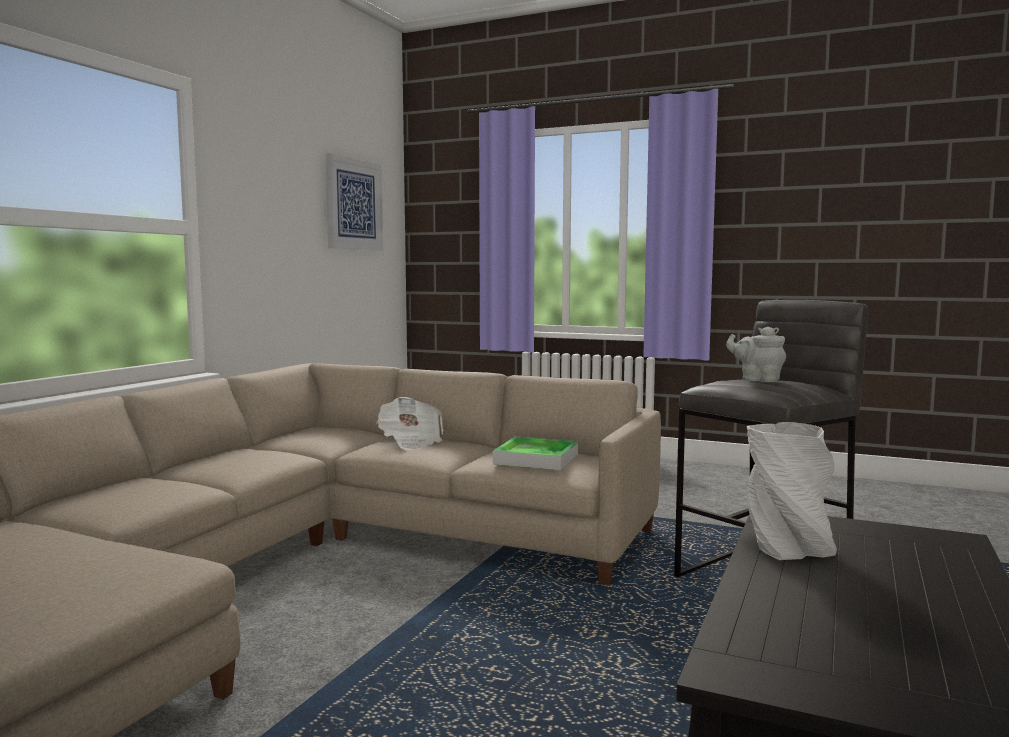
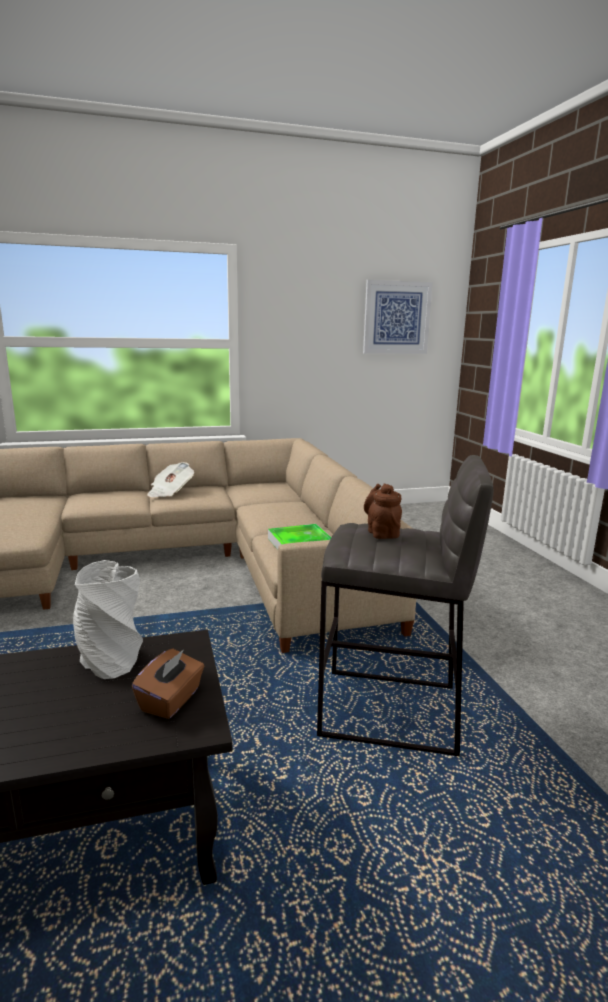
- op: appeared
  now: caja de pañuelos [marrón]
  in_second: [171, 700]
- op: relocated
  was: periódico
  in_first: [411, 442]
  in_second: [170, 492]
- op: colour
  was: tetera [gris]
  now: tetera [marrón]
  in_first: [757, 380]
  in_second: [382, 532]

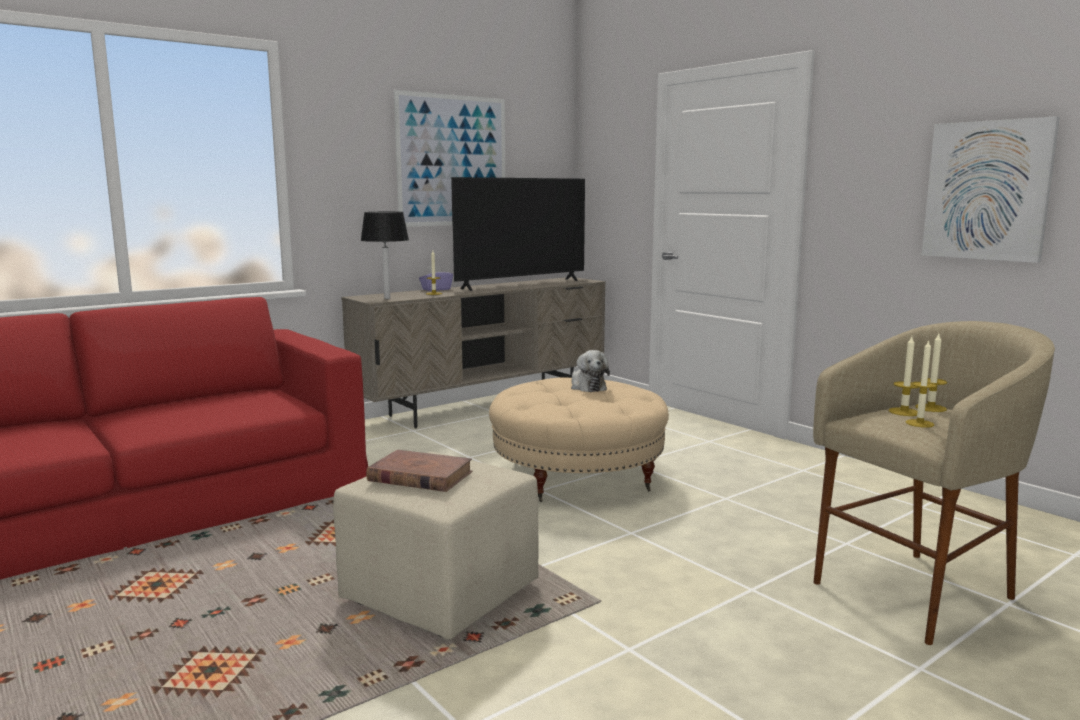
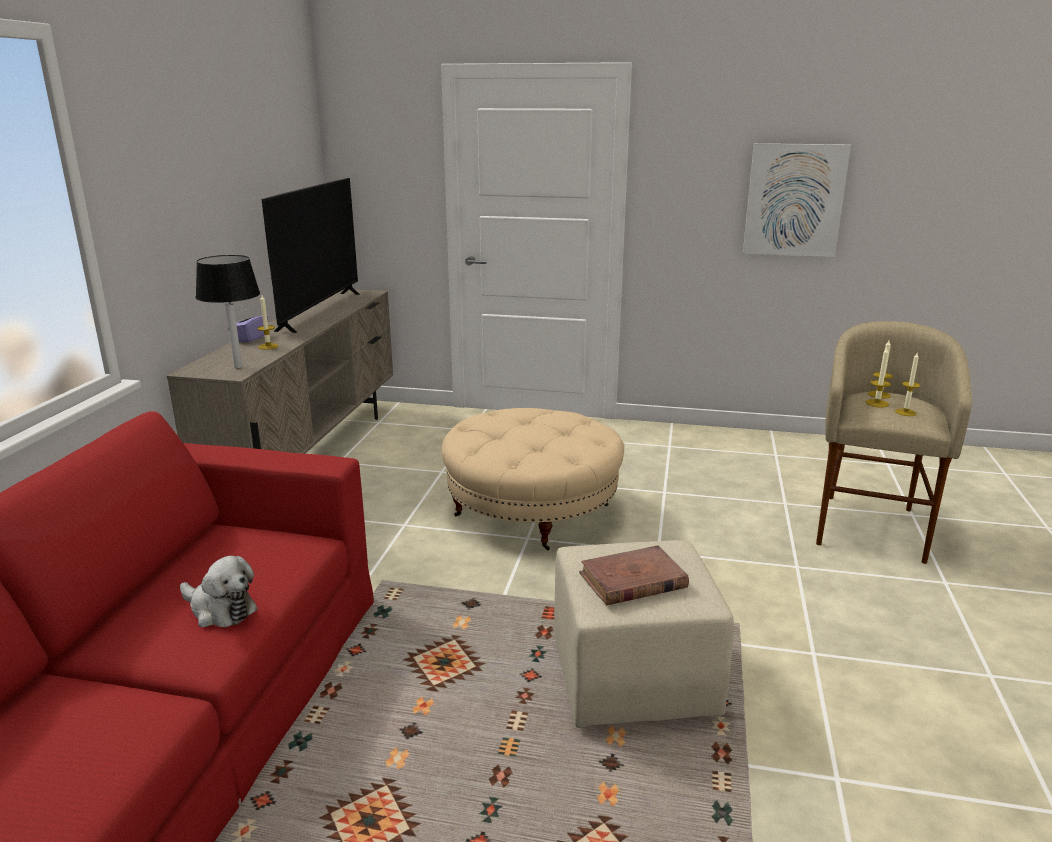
- op: relocated
  was: peluche
  in_first: [587, 387]
  in_second: [220, 609]
- op: missing
  was: cuadro
  in_first: [452, 161]

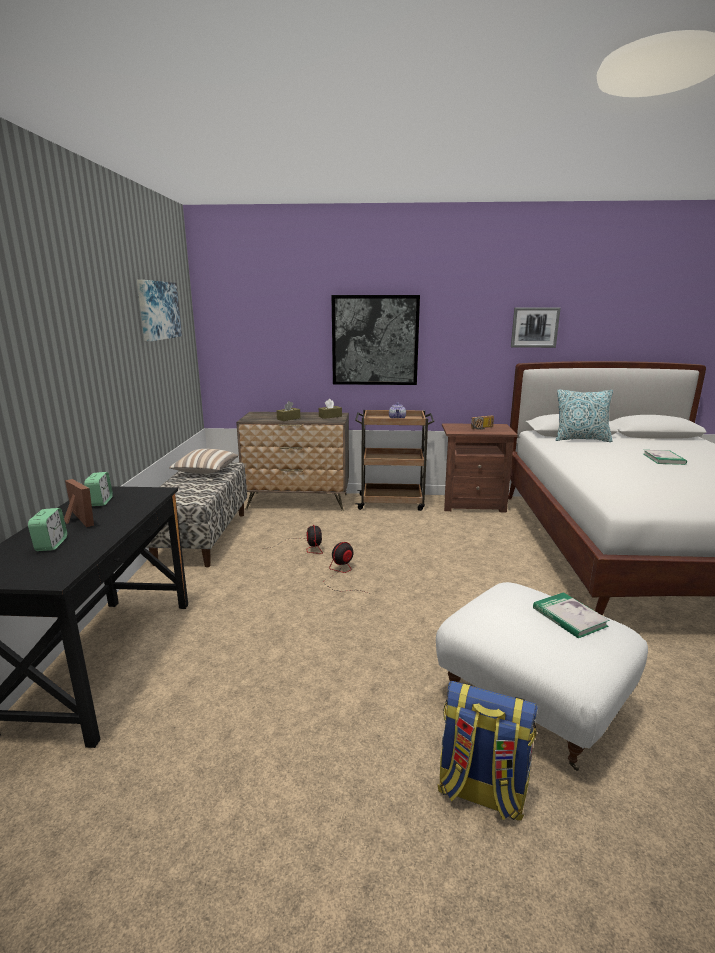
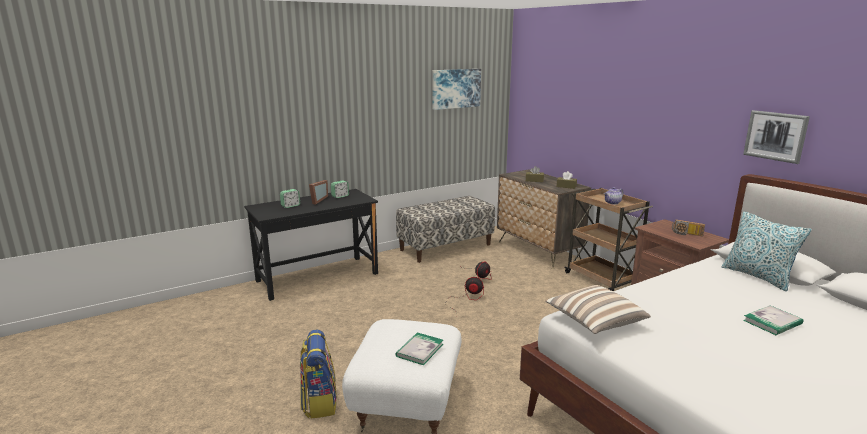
- op: relocated
  was: cojín
  in_first: [205, 471]
  in_second: [594, 322]
- op: missing
  was: cuadro
  in_first: [375, 340]

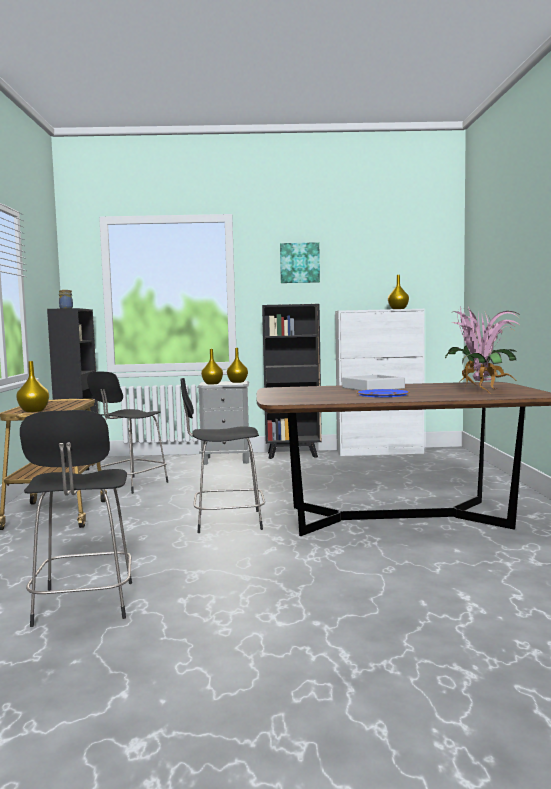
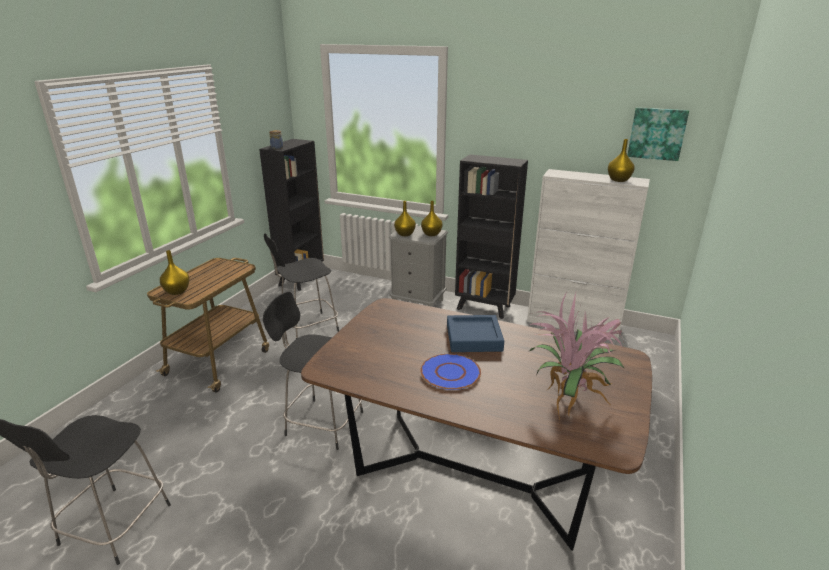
- op: colour
  was: bandeja [gris]
  now: bandeja [azul]
  in_first: [373, 388]
  in_second: [474, 338]
- op: relocated
  was: cuadro
  in_first: [299, 263]
  in_second: [657, 133]

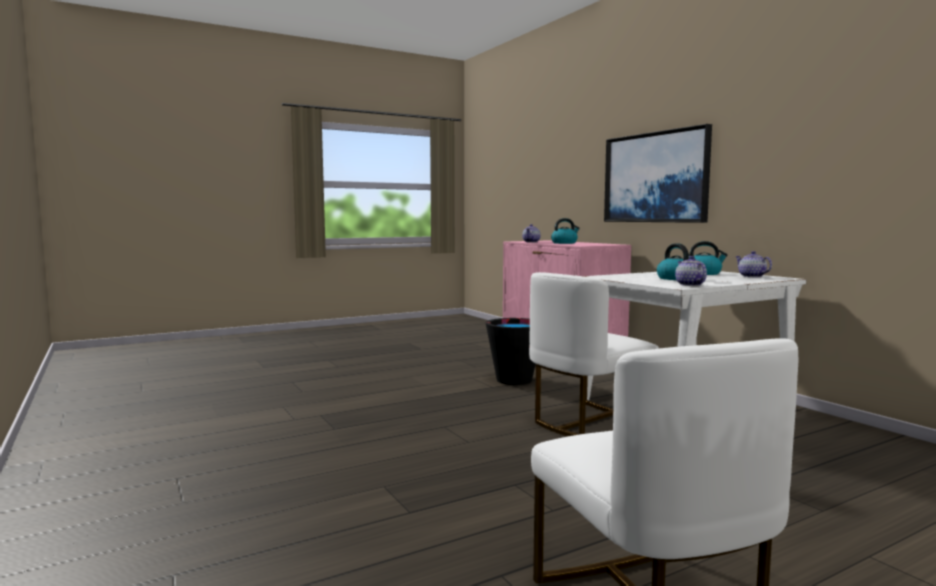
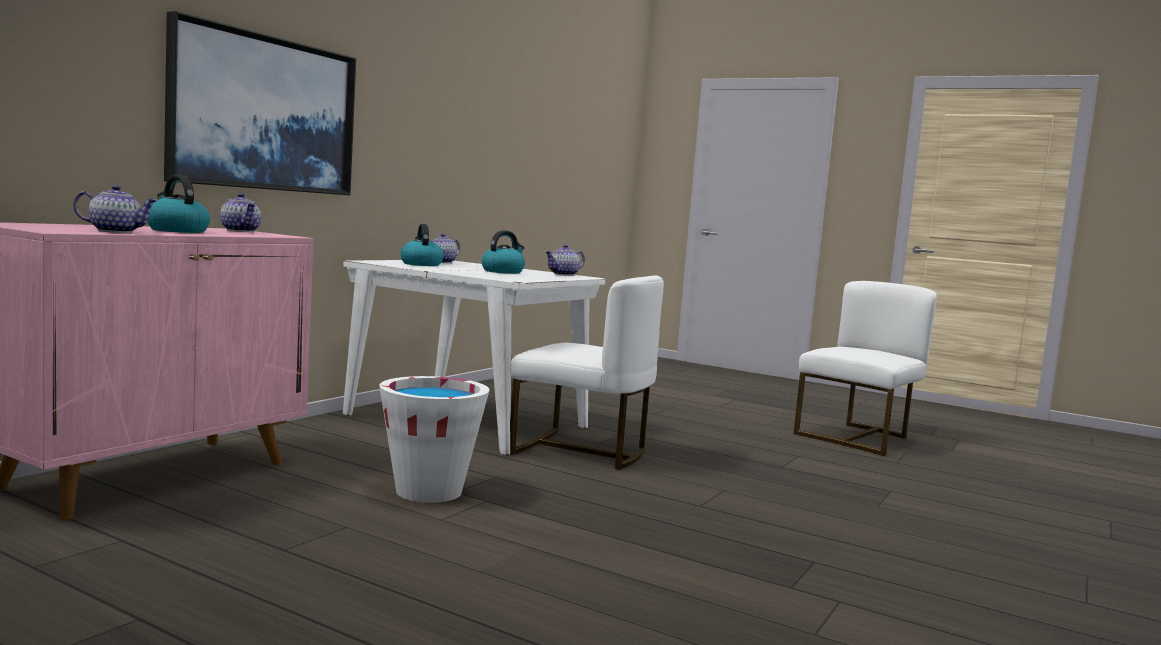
- op: appeared
  now: tetera
  in_second: [241, 231]
- op: colour
  was: cubo [negro]
  now: cubo [blanco]
  in_first: [514, 380]
  in_second: [429, 491]

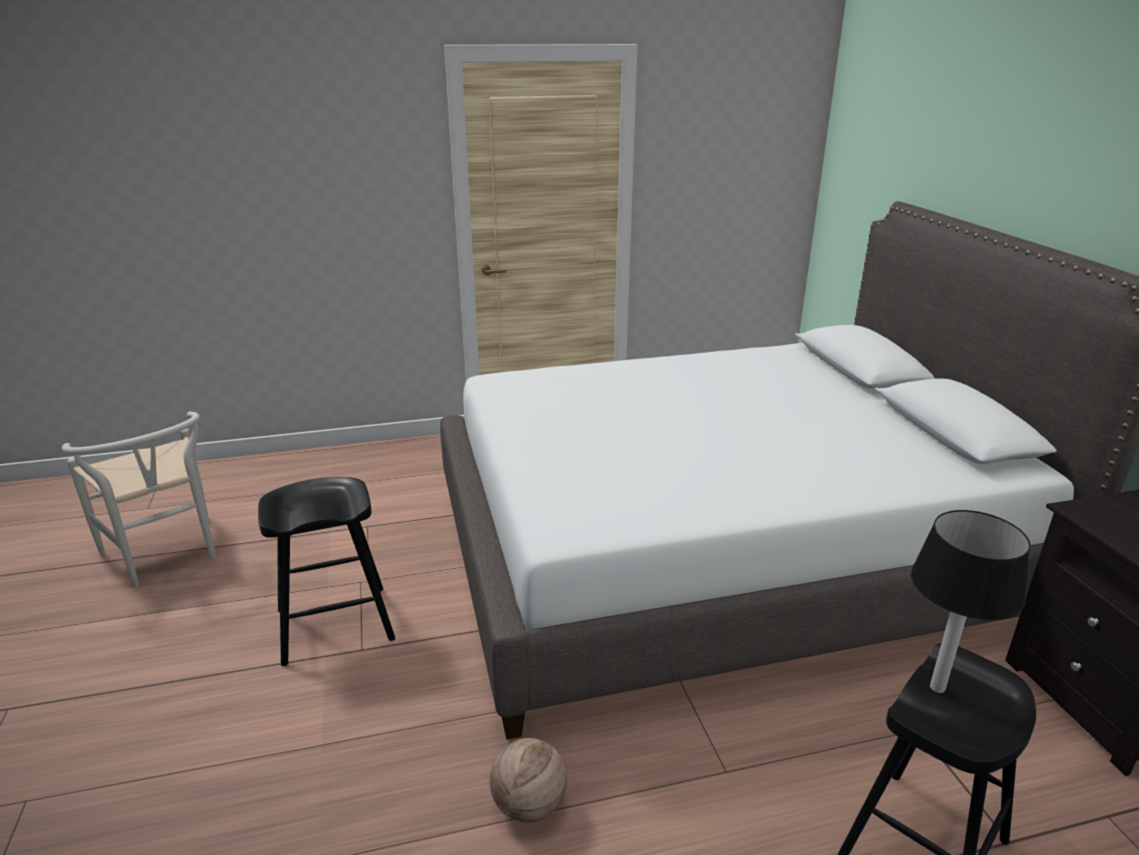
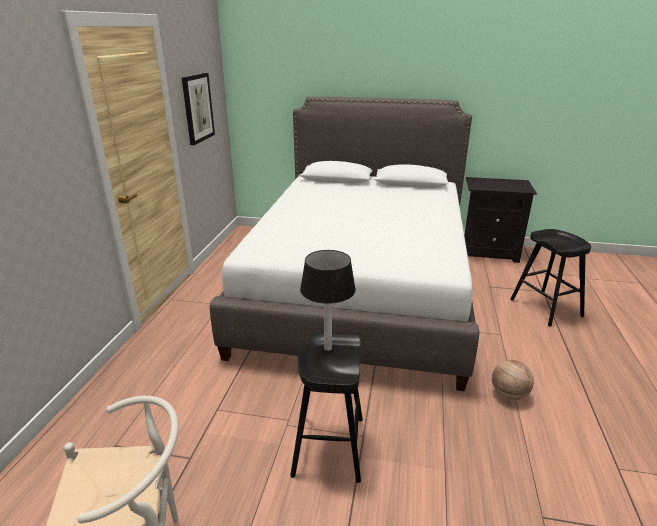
- op: appeared
  now: cuadro
  in_second: [197, 108]
- op: relocated
  was: lámpara de mesa
  in_first: [937, 686]
  in_second: [327, 347]

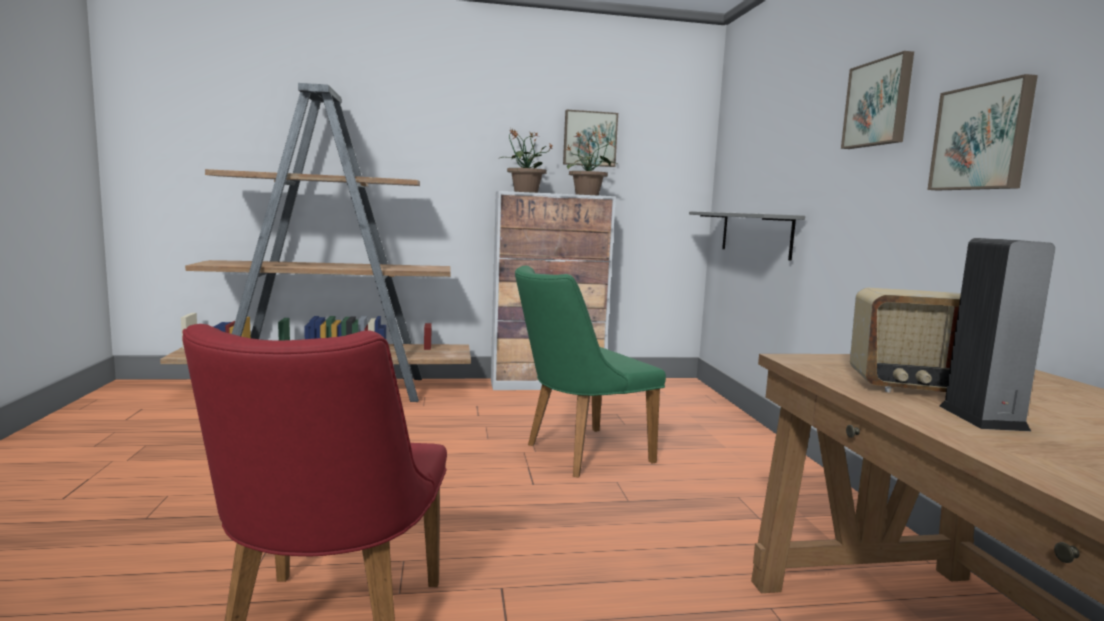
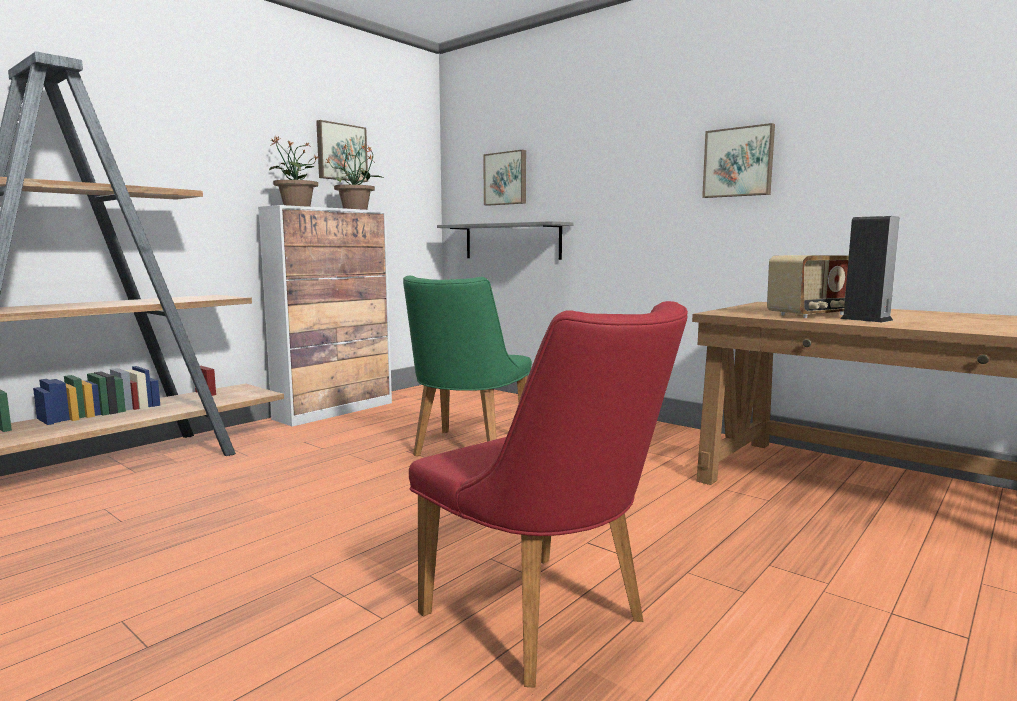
- op: relocated
  was: cuadro
  in_first: [879, 104]
  in_second: [506, 178]

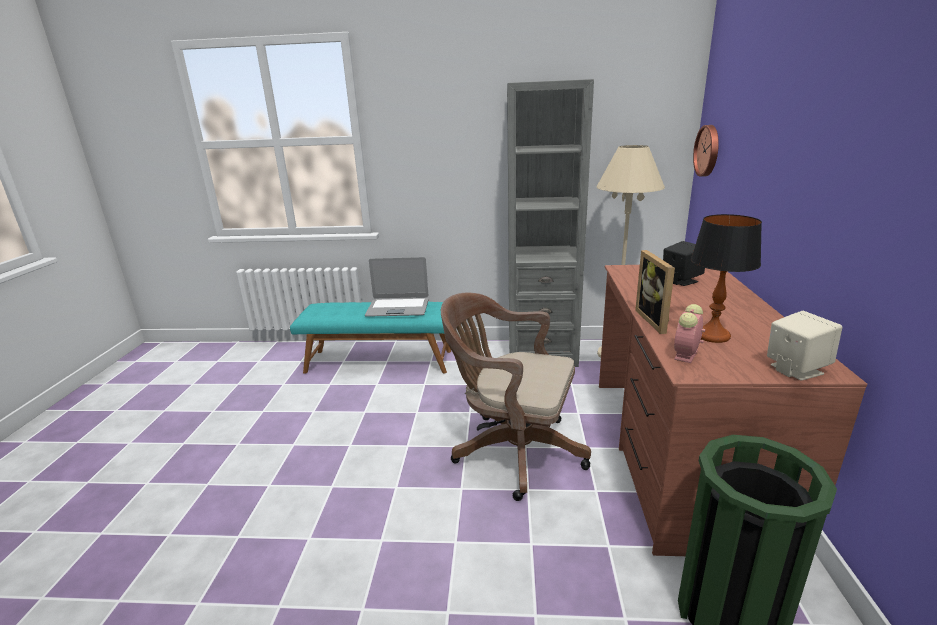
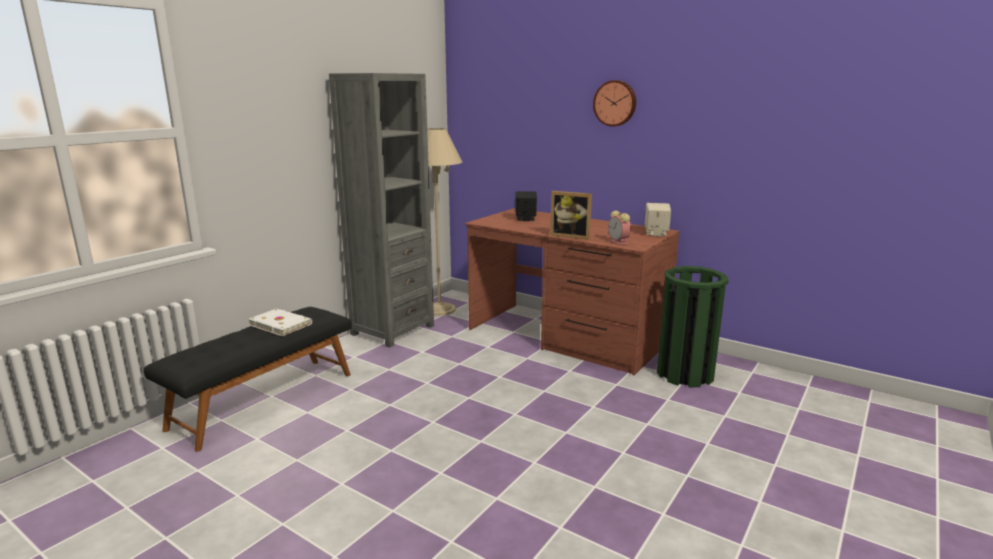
- op: colour
  was: banco [turquesa]
  now: banco [negro]
  in_first: [379, 361]
  in_second: [264, 400]
- op: exchanged
  was: portátil
  now: libro [blanco]
  in_first: [398, 308]
  in_second: [281, 324]
- op: relocated
  was: reloj de pared
  in_first: [708, 150]
  in_second: [615, 103]
- op: missing
  was: silla de oficina [marrón]
  in_first: [512, 450]
- op: missing
  was: lámpara de mesa
  in_first: [713, 335]

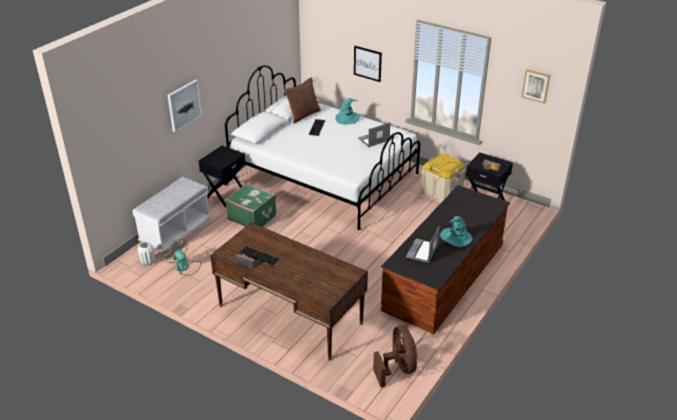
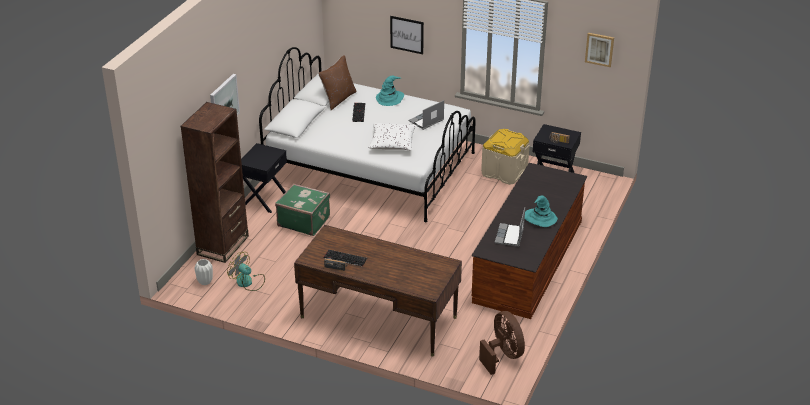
- op: exchanged
  was: banco [blanco]
  now: estantería [marrón]
  in_first: [175, 231]
  in_second: [223, 245]
- op: appeared
  now: cojín [blanco]
  in_second: [392, 143]

